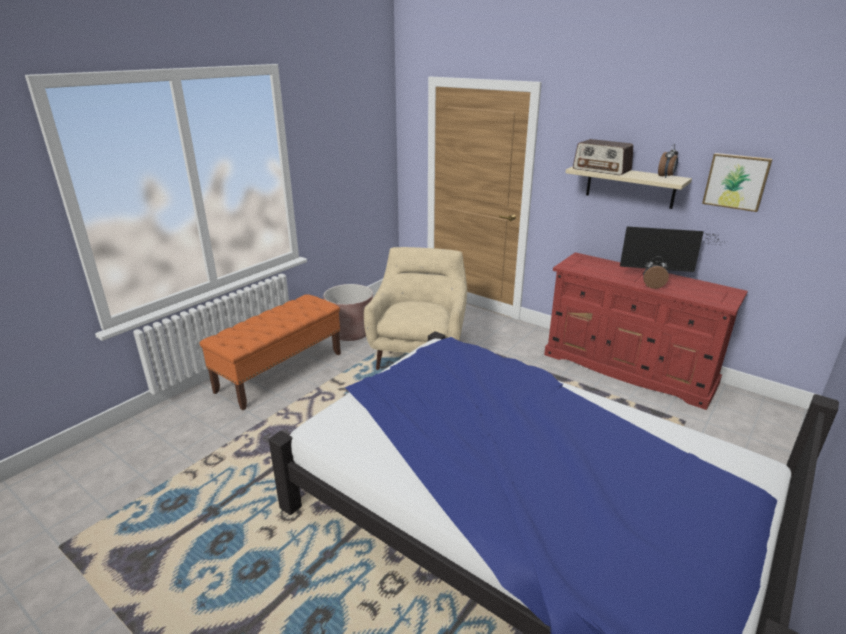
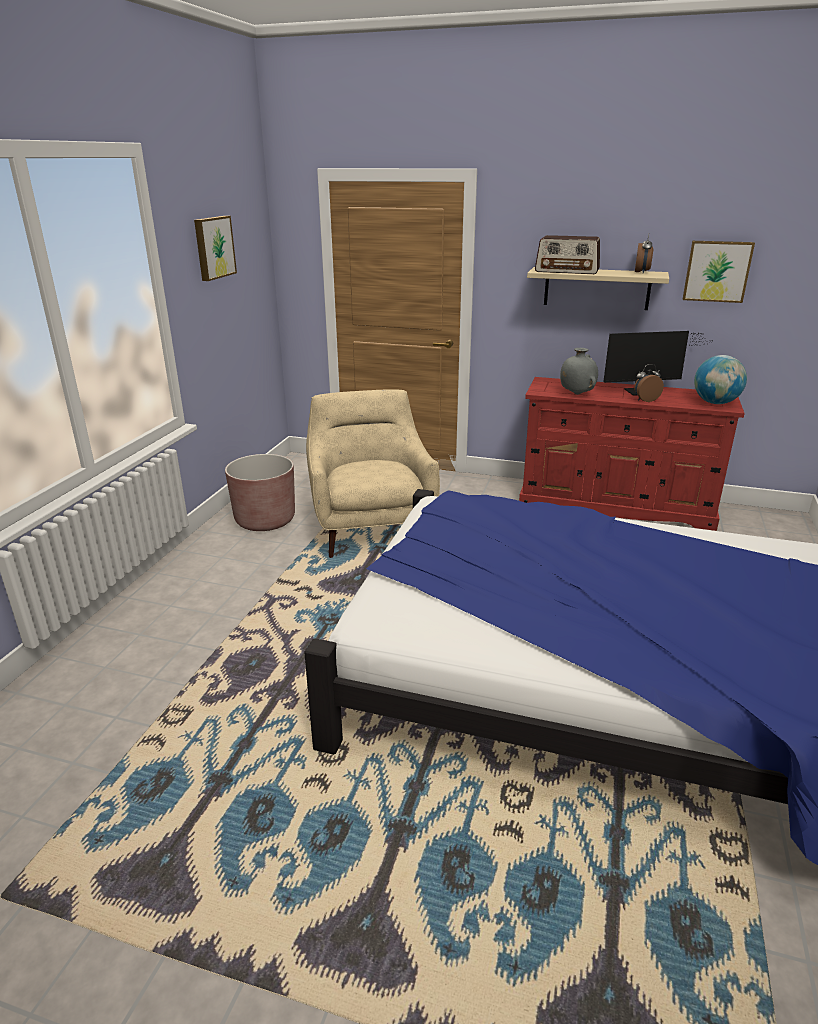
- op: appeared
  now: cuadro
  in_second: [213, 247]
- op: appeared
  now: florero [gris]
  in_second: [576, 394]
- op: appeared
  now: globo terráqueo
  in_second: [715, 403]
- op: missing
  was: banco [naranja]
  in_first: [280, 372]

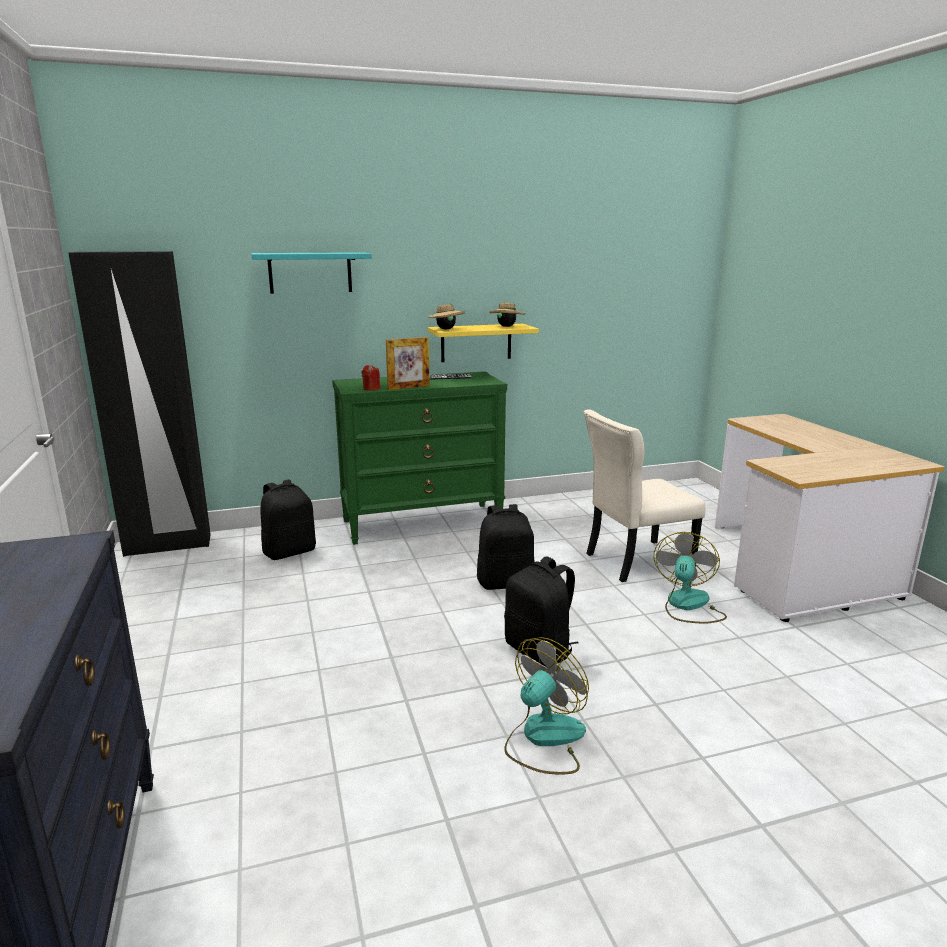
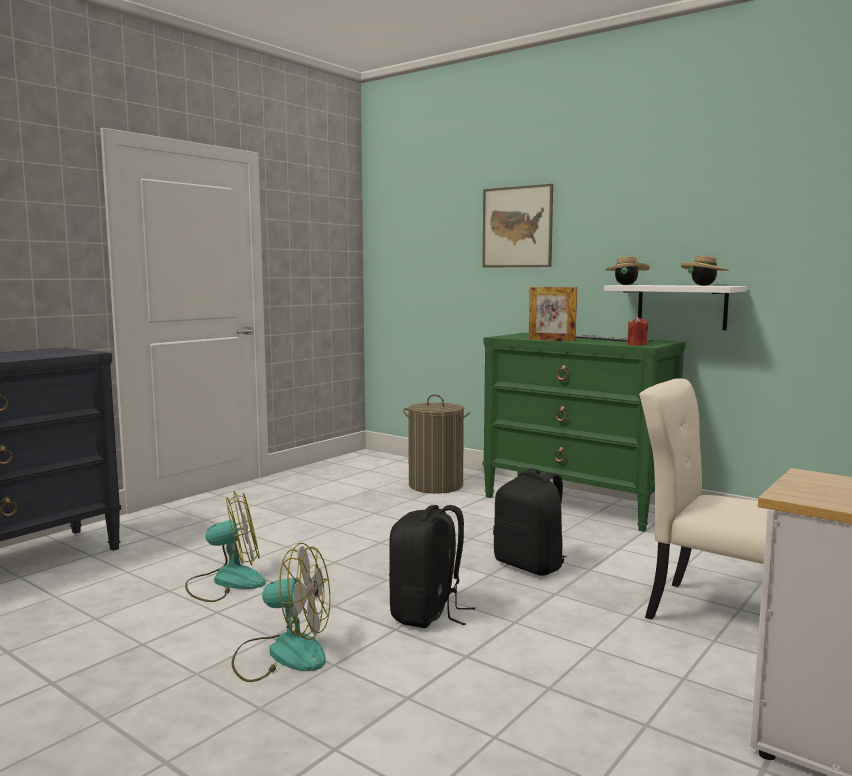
- op: relocated
  was: ventilador
  in_first: [688, 606]
  in_second: [226, 582]
- op: exchanged
  was: mochila [negro]
  now: cesto de la ropa
  in_first: [290, 552]
  in_second: [436, 485]
- op: exchanged
  was: estante [turquesa]
  now: cuadro
  in_first: [310, 272]
  in_second: [517, 227]
- op: colour
  was: estante [amarillo]
  now: estante [blanco]
  in_first: [476, 342]
  in_second: [681, 306]
- op: relocated
  was: vela [rojo]
  in_first: [371, 388]
  in_second: [637, 345]
- op: missing
  was: armario ropero [negro]
  in_first: [168, 545]

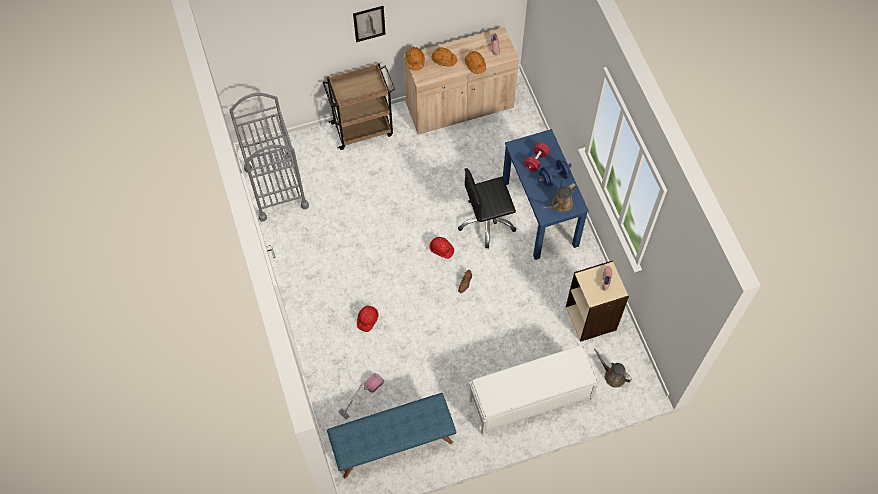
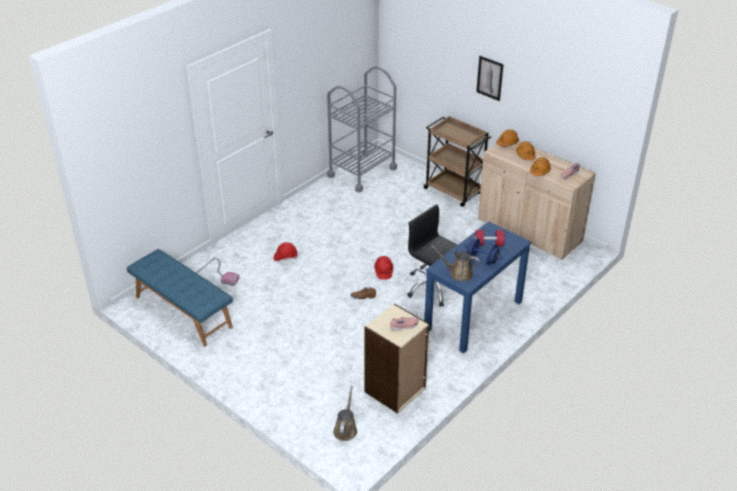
- op: missing
  was: banco [blanco]
  in_first: [529, 399]

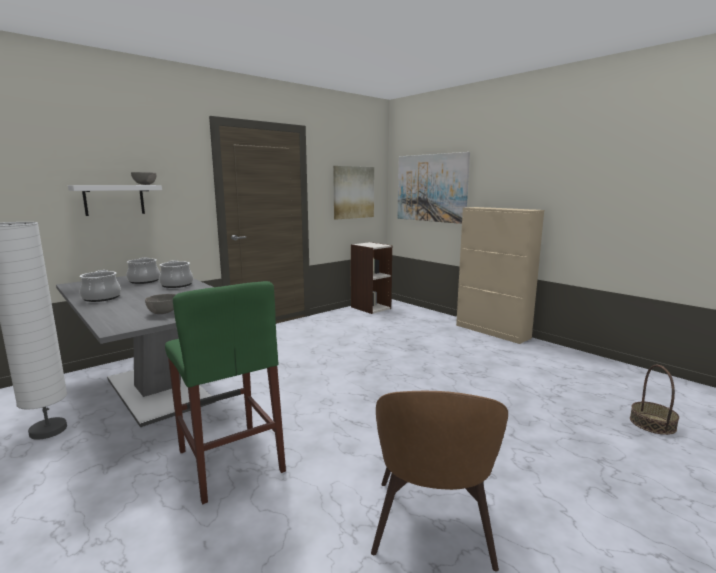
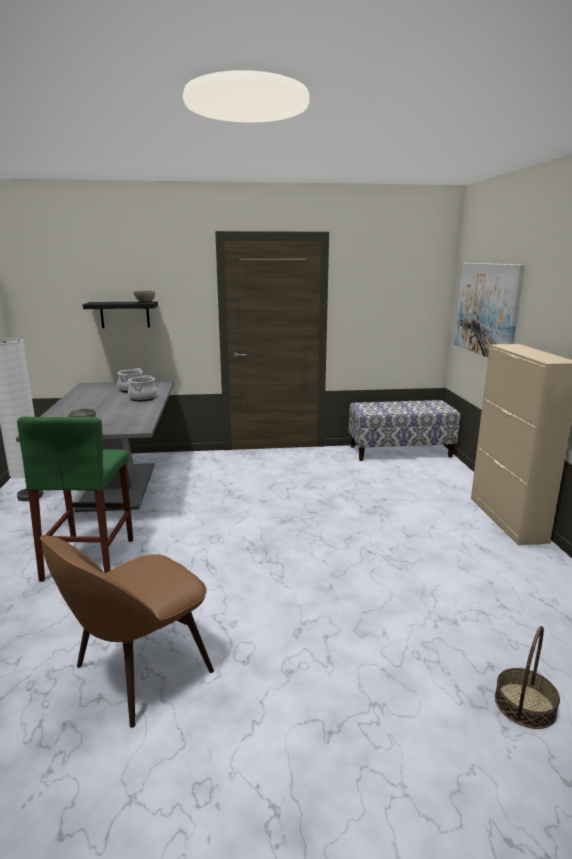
- op: colour
  was: estante [blanco]
  now: estante [negro]
  in_first: [114, 200]
  in_second: [125, 314]
- op: exchanged
  was: estantería
  now: banco
  in_first: [370, 307]
  in_second: [400, 451]
- op: missing
  was: olla
  in_first: [102, 298]
- op: missing
  was: cuadro
  in_first: [353, 192]

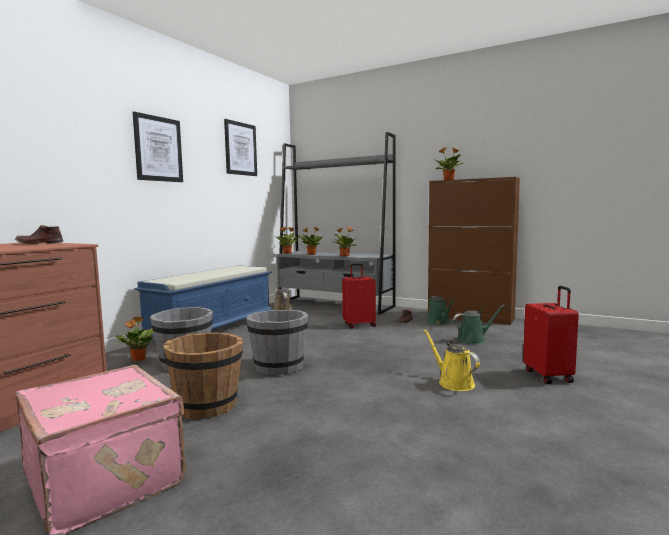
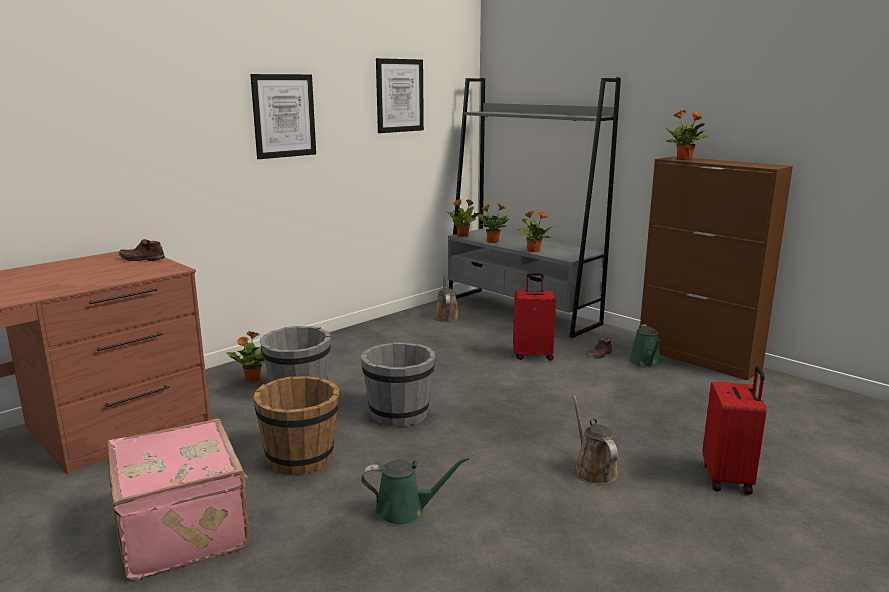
- op: relocated
  was: regadera [verde]
  in_first: [473, 340]
  in_second: [405, 511]
- op: colour
  was: regadera [amarillo]
  now: regadera [marrón]
  in_first: [453, 383]
  in_second: [593, 470]
- op: missing
  was: banco [azul]
  in_first: [212, 329]

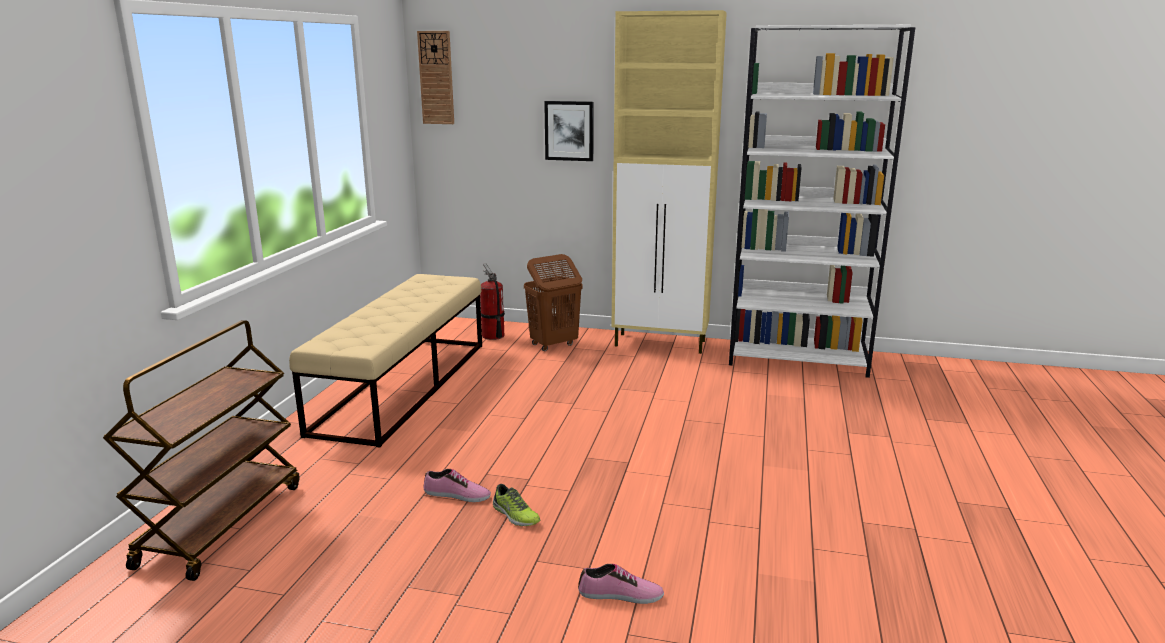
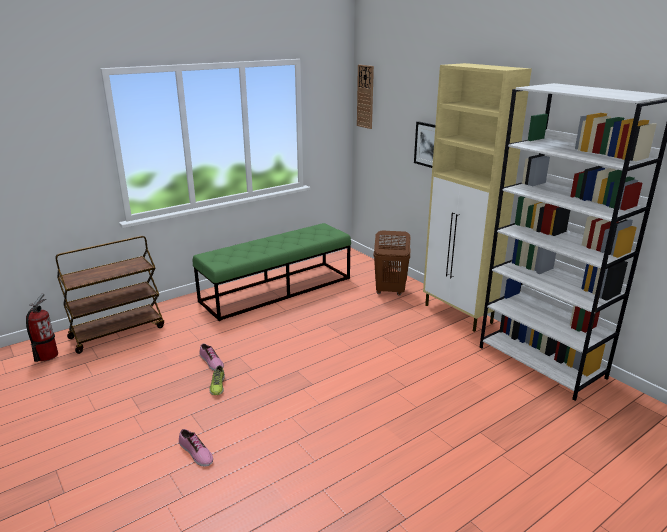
- op: relocated
  was: extintor
  in_first: [493, 336]
  in_second: [46, 356]
- op: colour
  was: banco [beis]
  now: banco [verde]
  in_first: [403, 385]
  in_second: [277, 289]

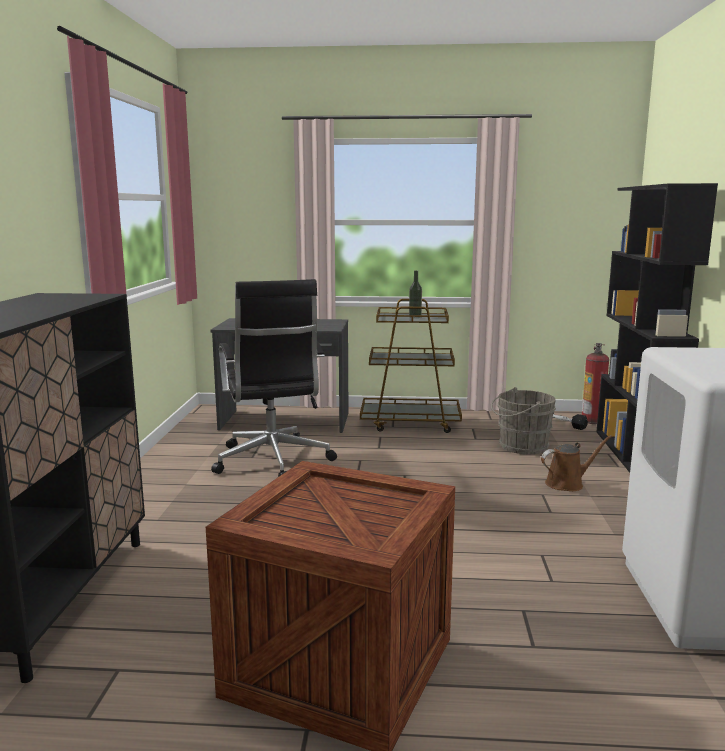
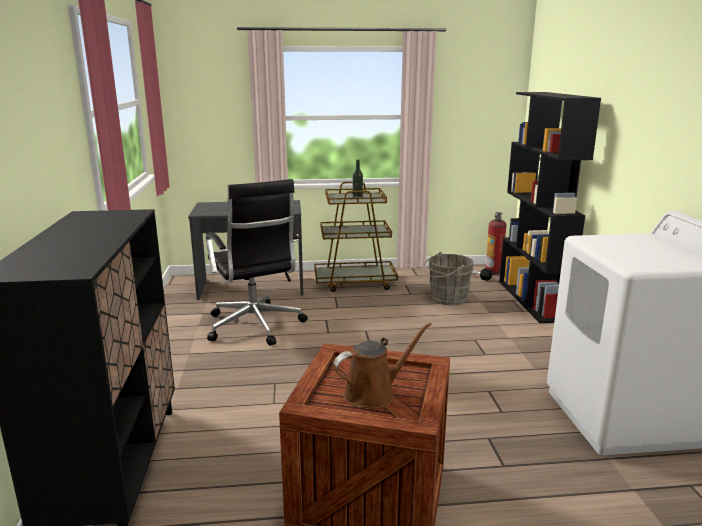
- op: relocated
  was: regadera [marrón]
  in_first: [567, 483]
  in_second: [374, 393]

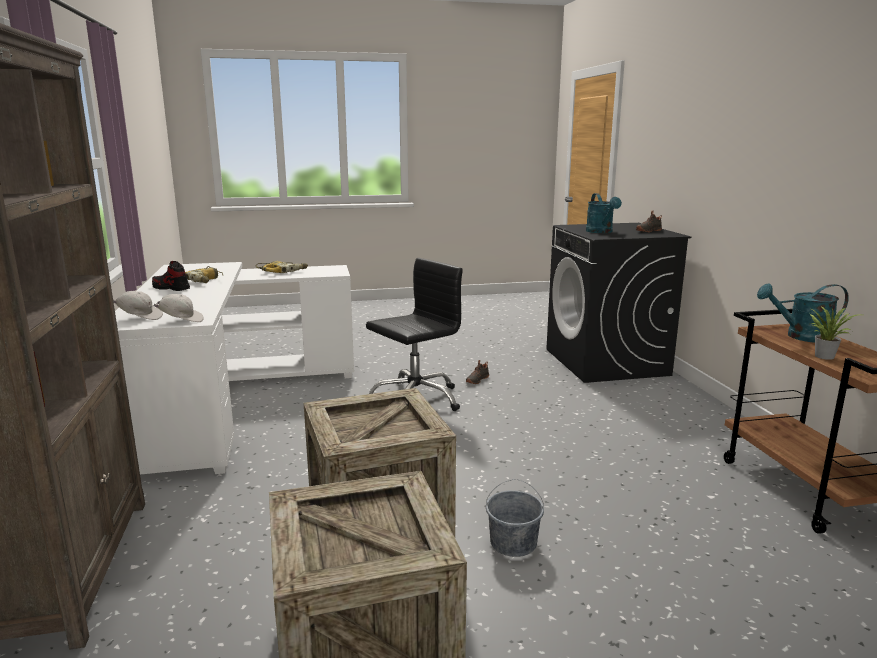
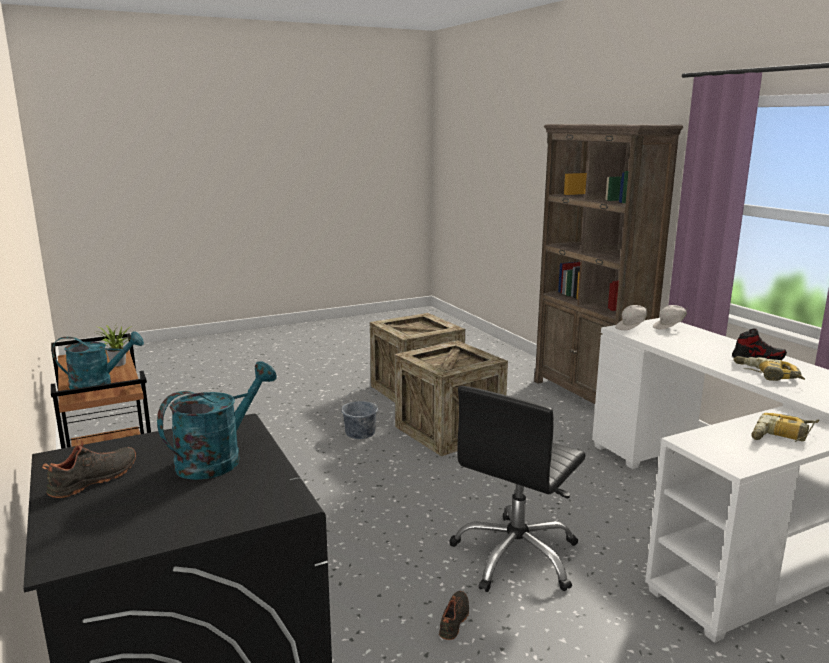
- op: spun
  was: regadera [turquesa]
  in_first: [601, 232]
  in_second: [218, 458]
  clockwise: 60

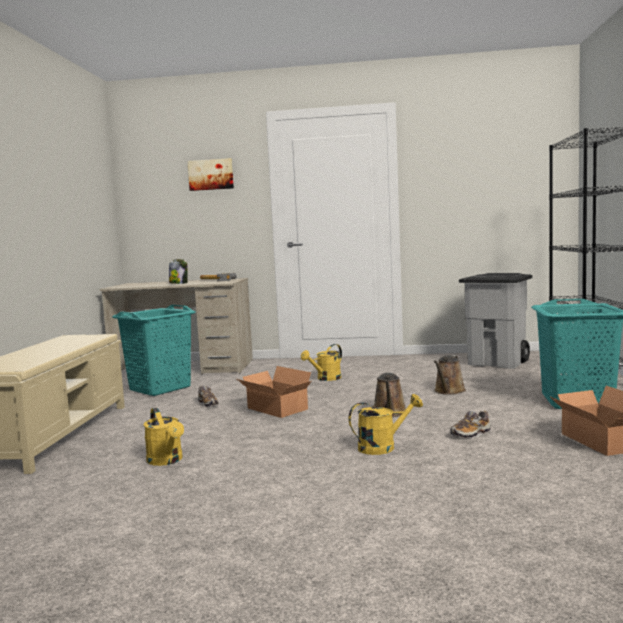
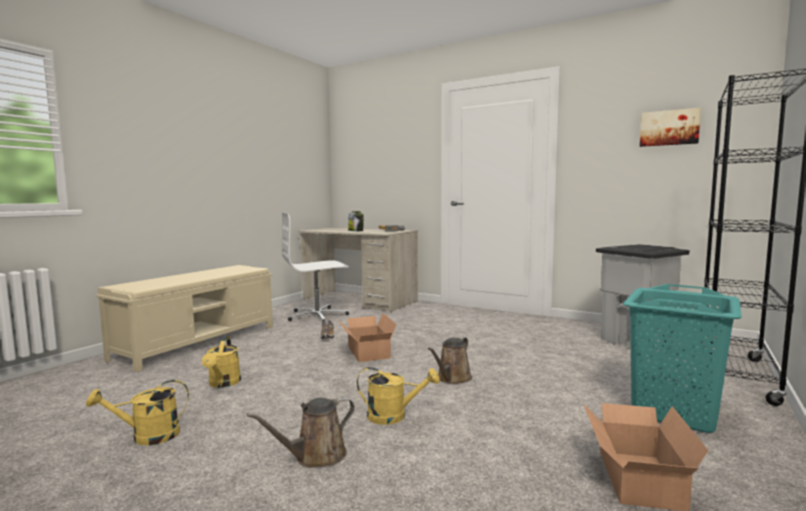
- op: relocated
  was: regadera [amarillo]
  in_first: [326, 379]
  in_second: [147, 436]
- op: relocated
  was: regadera [marrón]
  in_first: [448, 391]
  in_second: [316, 456]
- op: exchanged
  was: cesto de la ropa [turquesa]
  now: silla de oficina [blanco]
  in_first: [159, 388]
  in_second: [317, 315]
- op: relocated
  was: cuadro
  in_first: [211, 174]
  in_second: [669, 128]
- op: missing
  was: zapato
  in_first: [471, 434]

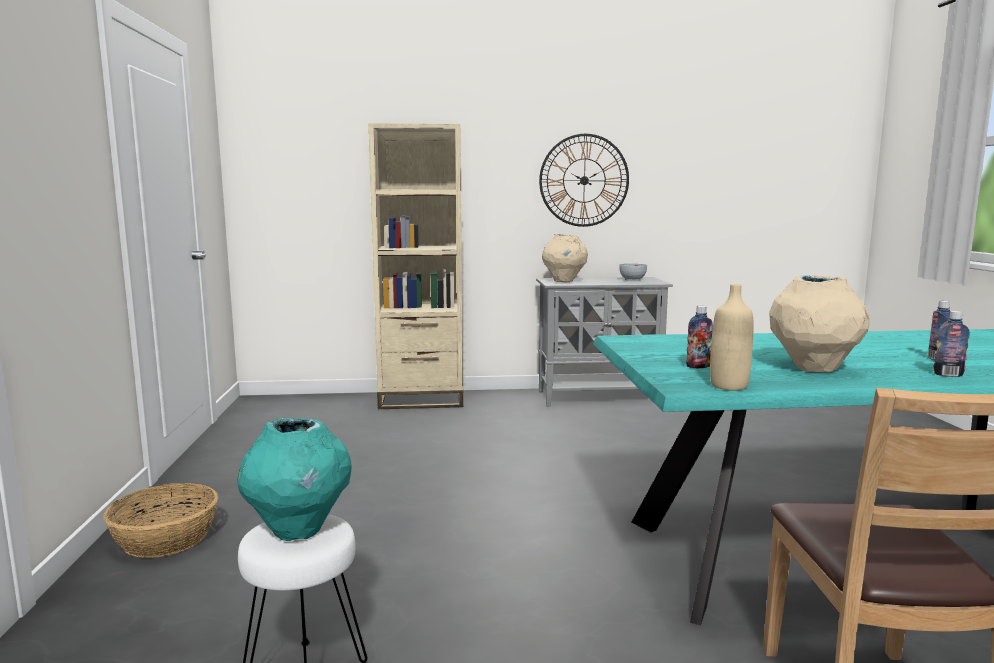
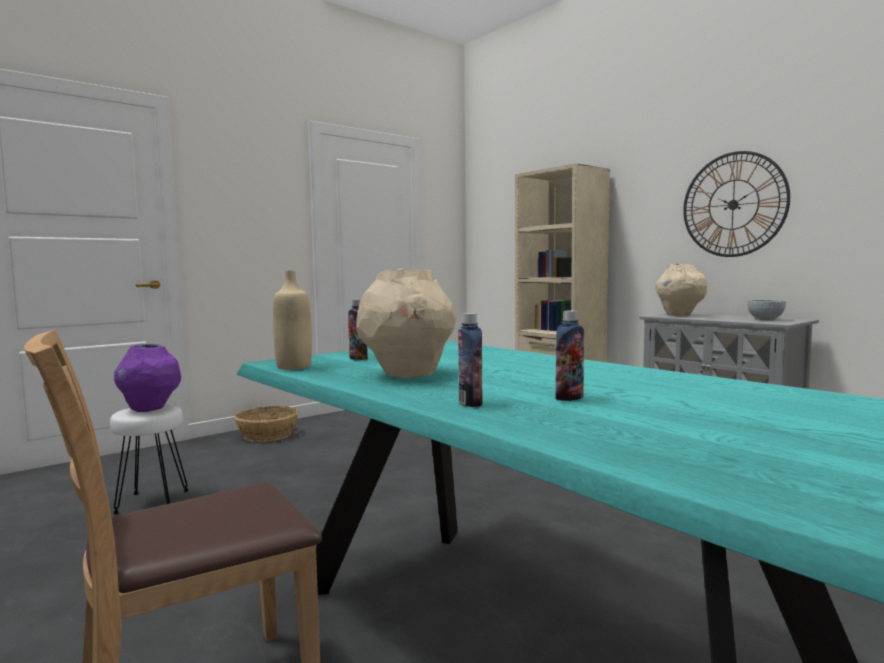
- op: colour
  was: florero [turquesa]
  now: florero [morado]
  in_first: [298, 529]
  in_second: [150, 409]

